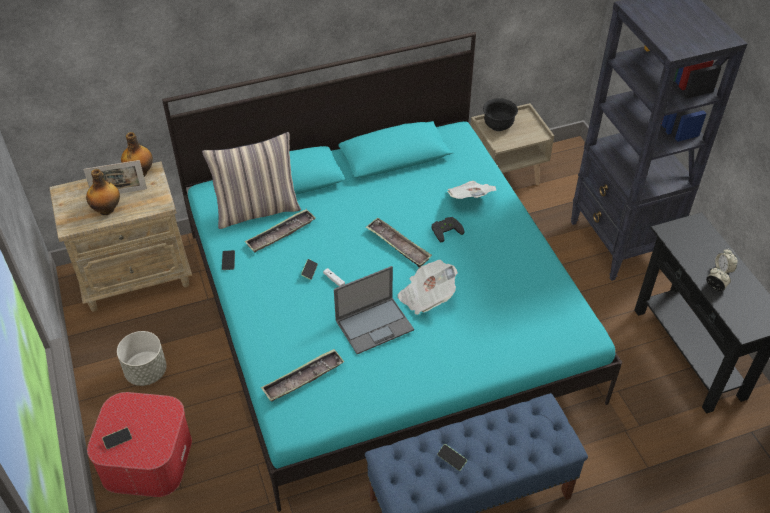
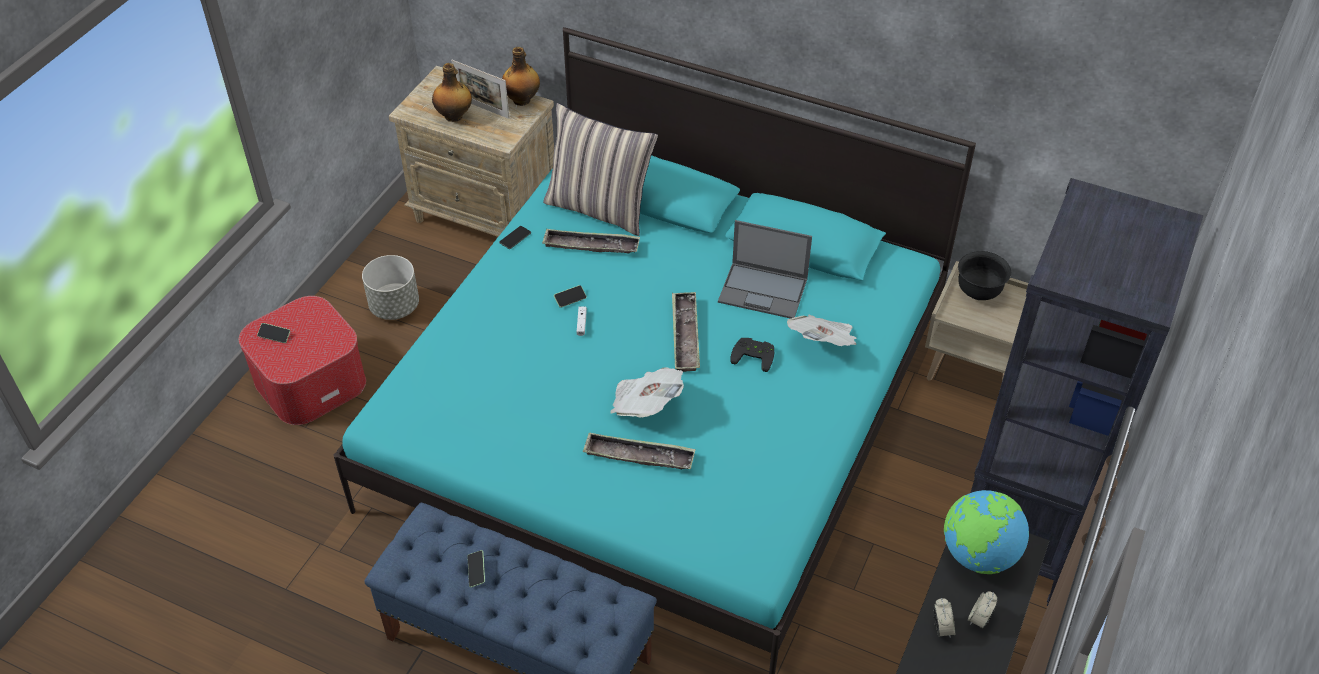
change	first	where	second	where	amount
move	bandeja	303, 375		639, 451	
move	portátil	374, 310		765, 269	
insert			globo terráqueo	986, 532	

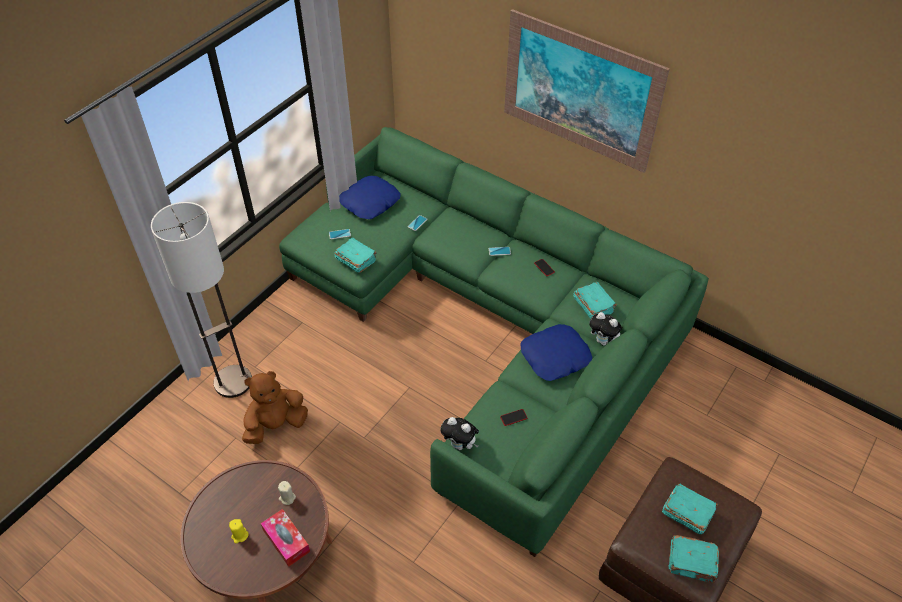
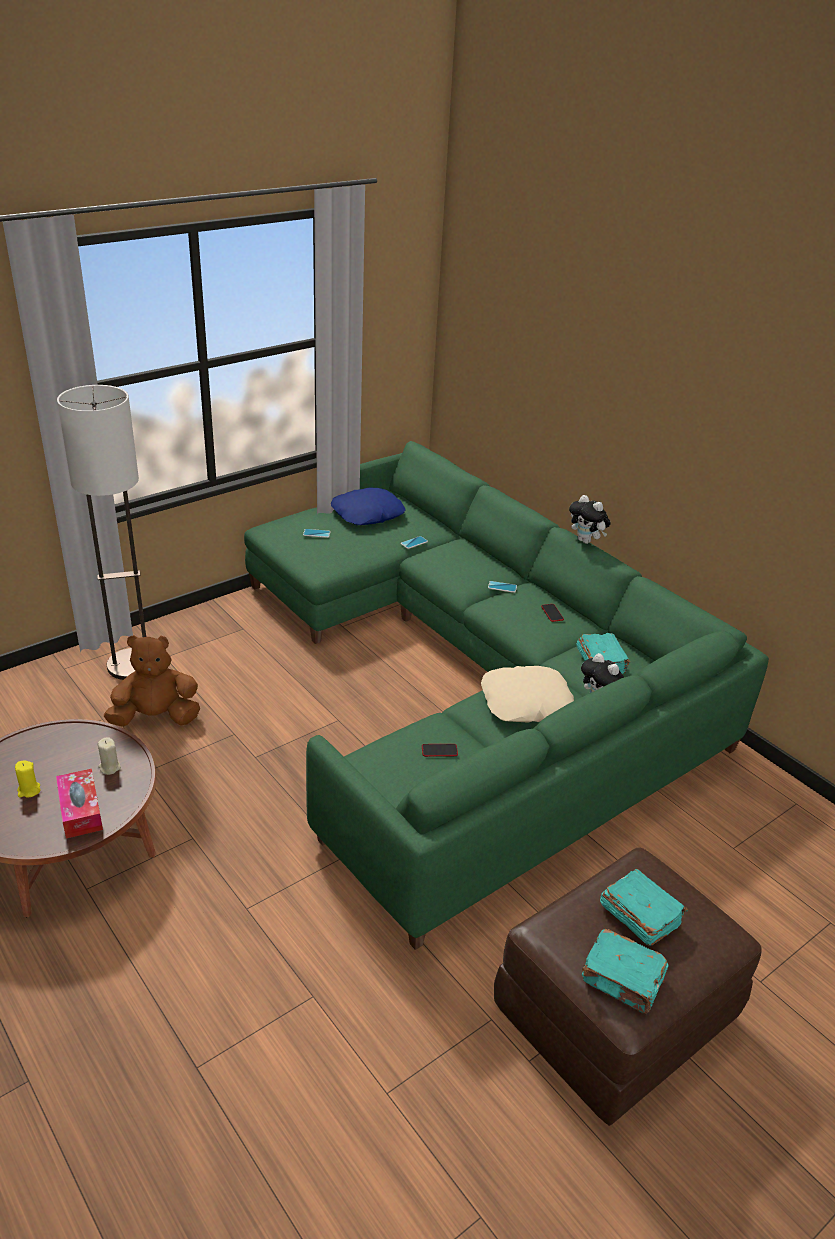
change	first	where	second	where	amount
delete	libro/turquesa	355, 255			
move	peluche	459, 433		590, 519	
delete	cuadro	587, 91			
recolor	cojín/azul	556, 352	cojín/beis	527, 694	

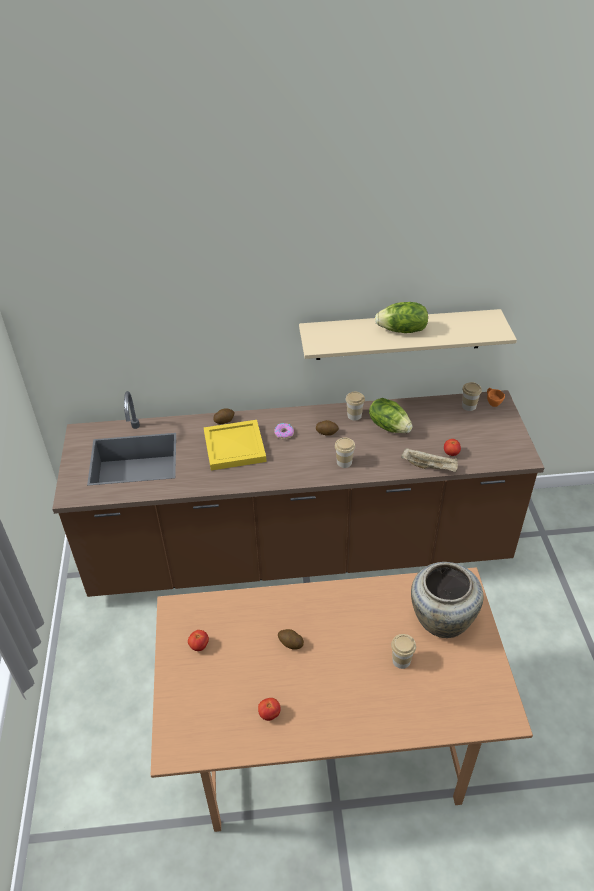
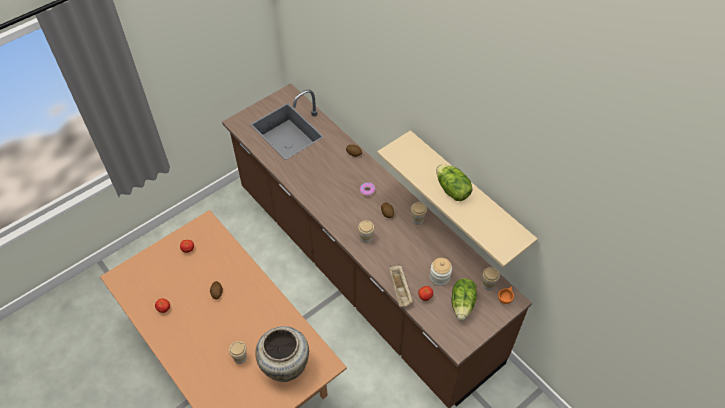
change	first	where	second	where	amount
delete	bandeja/amarillo	235, 445			
move	lechuga	391, 415		464, 299	
insert			tarro	441, 272	

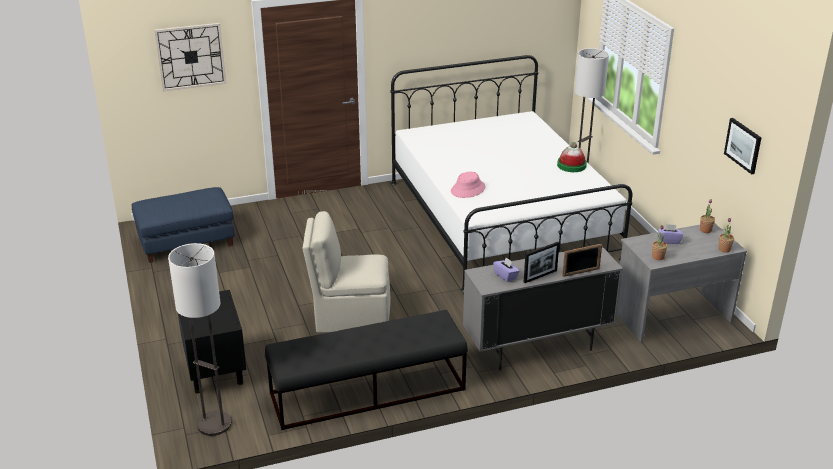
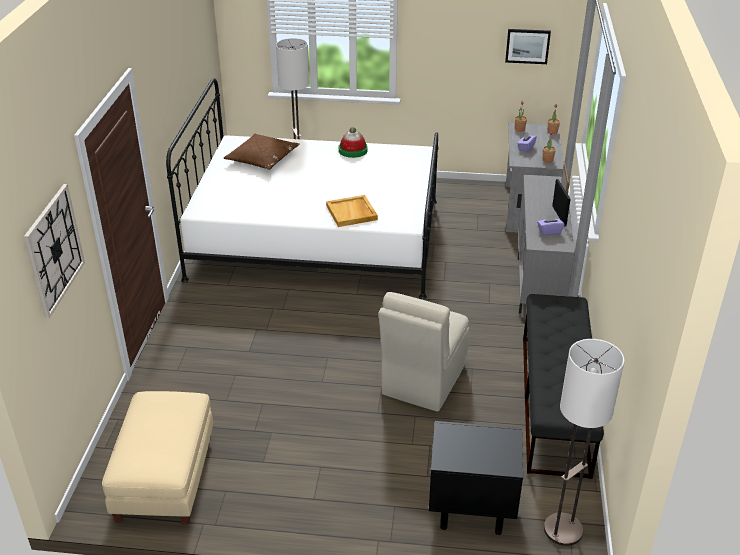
change	first	where	second	where	amount
recolor	puf/azul	183, 225	puf/beis	157, 458	
replace	sombrero/rosa	468, 185	bandeja/beis	352, 211	
insert			cojín/marrón	261, 152	

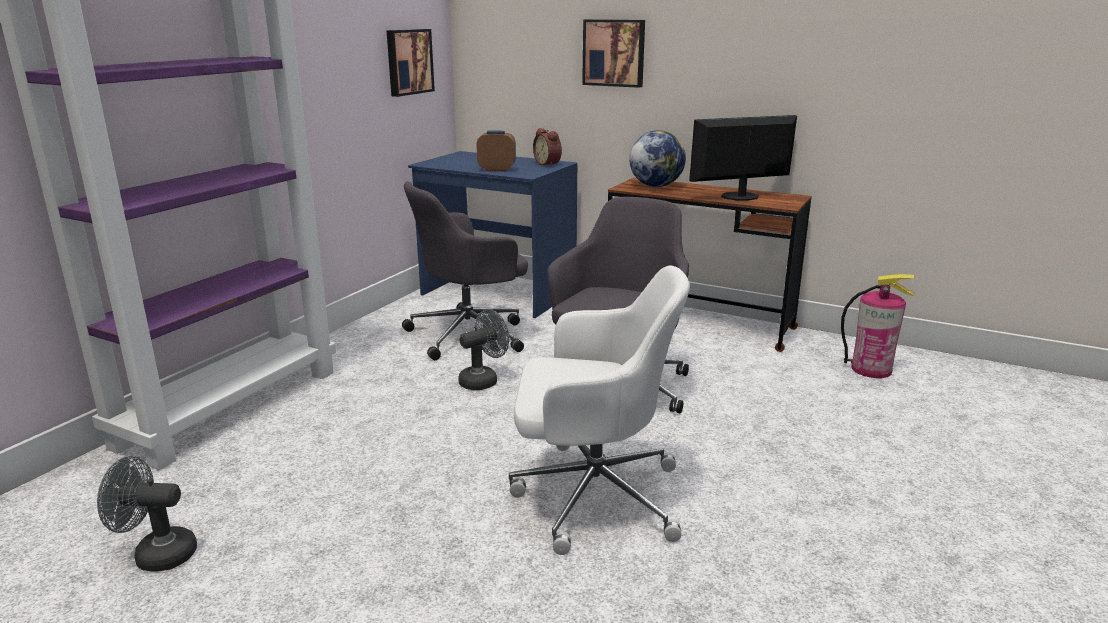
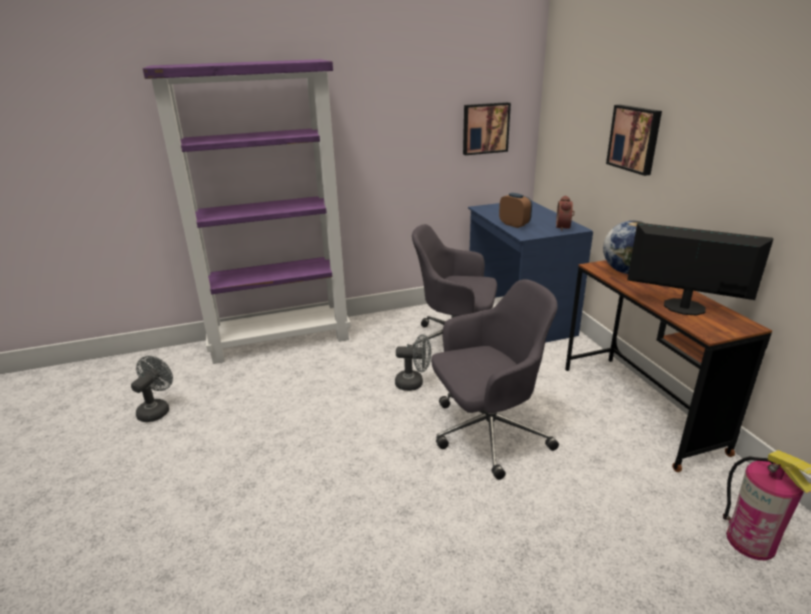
change	first	where	second	where	amount
rotate	ventilador/gris	147, 514		152, 389	60 degrees clockwise
delete	silla de oficina/blanco	599, 410			

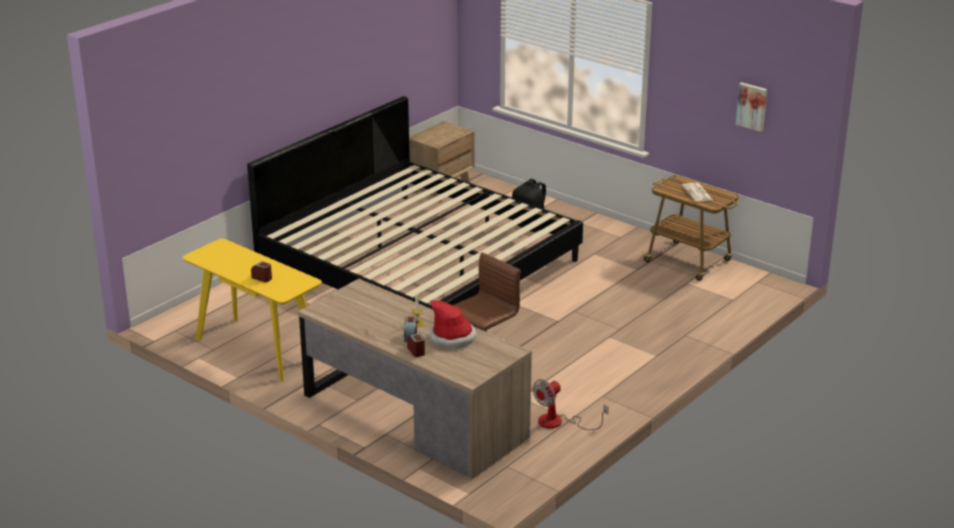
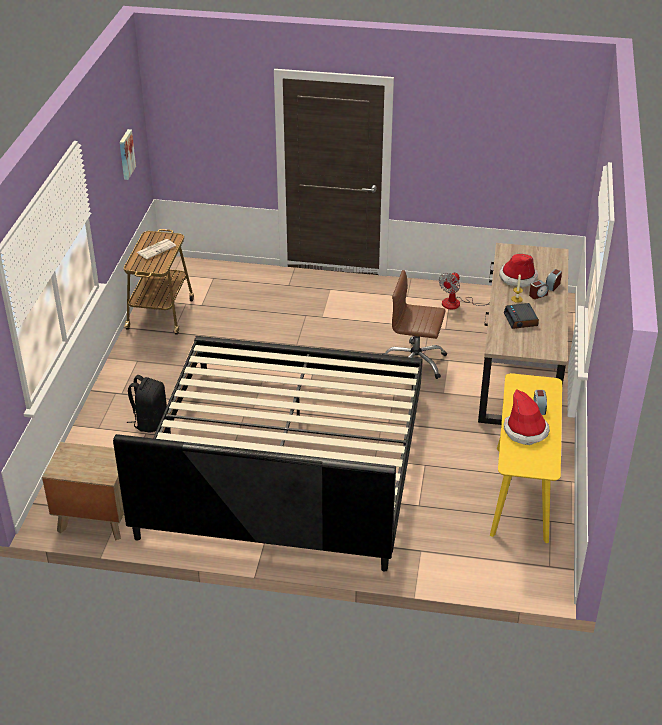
change	first	where	second	where	amount
rotate	ventilador	570, 404		464, 291	105 degrees clockwise
insert			despertador	521, 316	
insert			sombrero	527, 417	

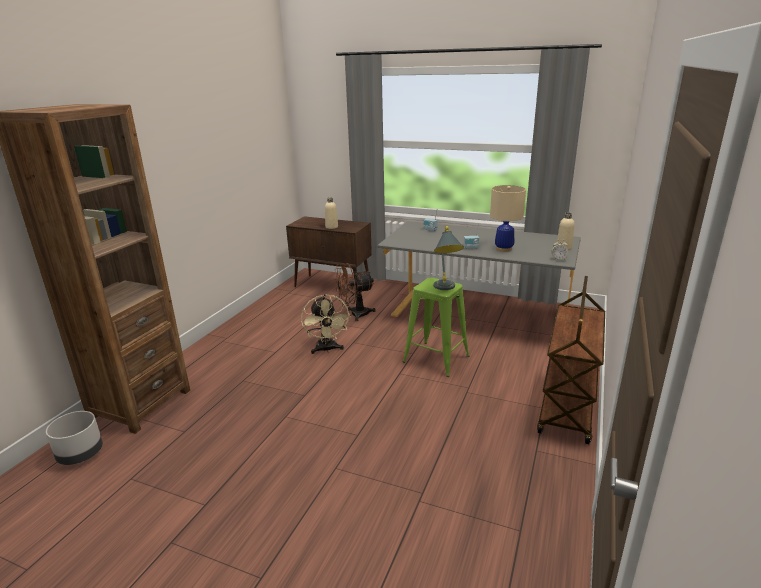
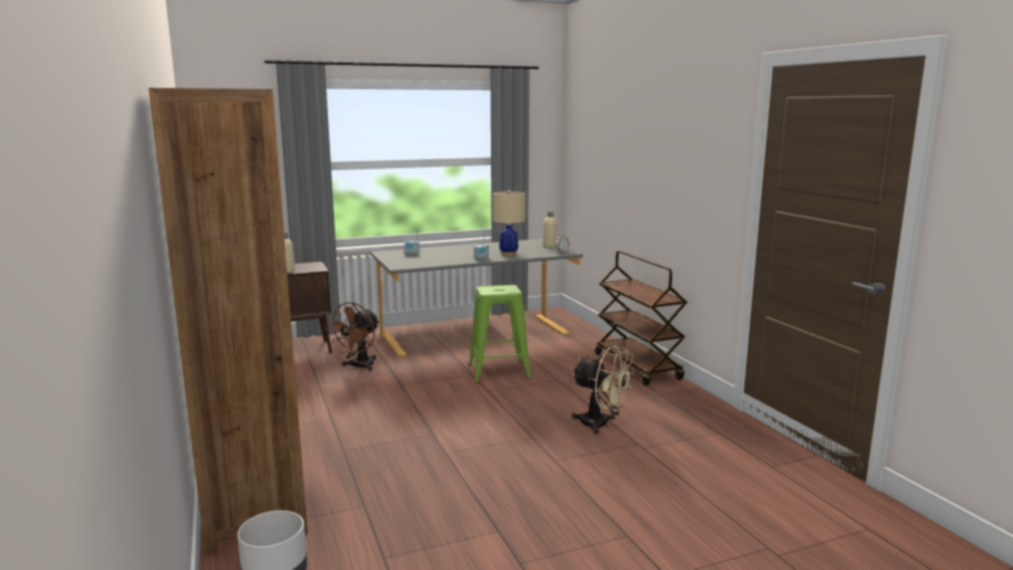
change	first	where	second	where	amount
move	ventilador/beis	325, 324		603, 390	
delete	lámpara de mesa/gris	449, 258			

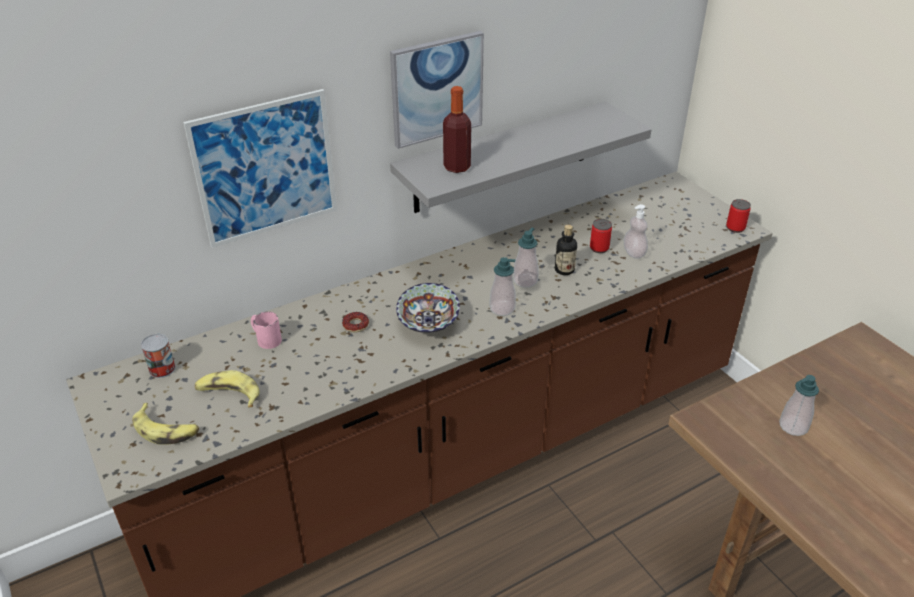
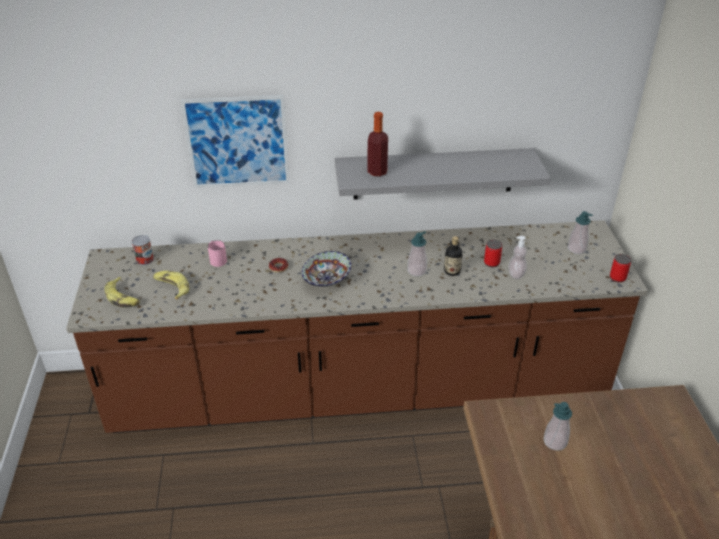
change	first	where	second	where	amount
delete	cuadro	437, 90			
move	dispensador de jabón	502, 286		580, 232	

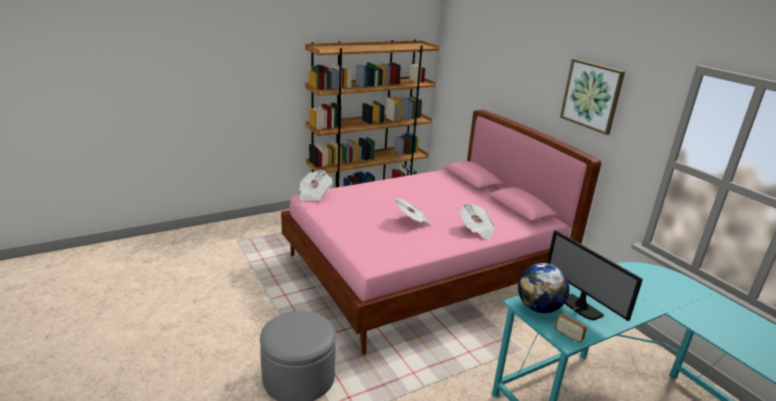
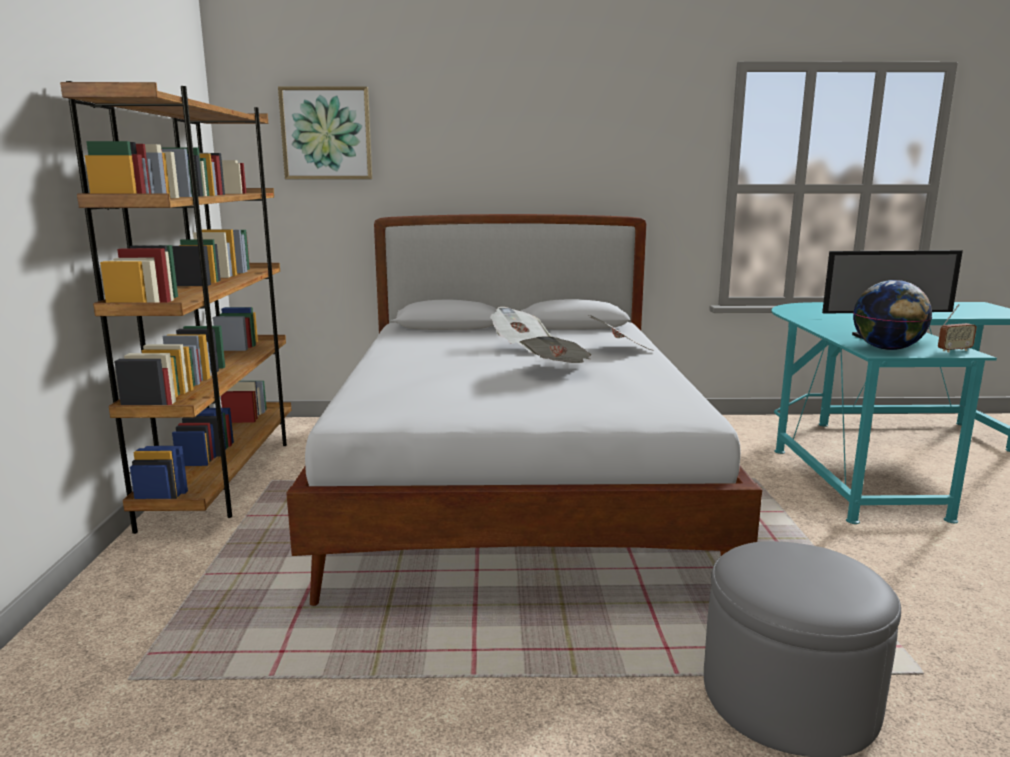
change	first	where	second	where	amount
recolor	cama/rosa	441, 232	cama/blanco	524, 410	
move	periódico	315, 185		520, 330	
move	cuadro	592, 97		325, 132	

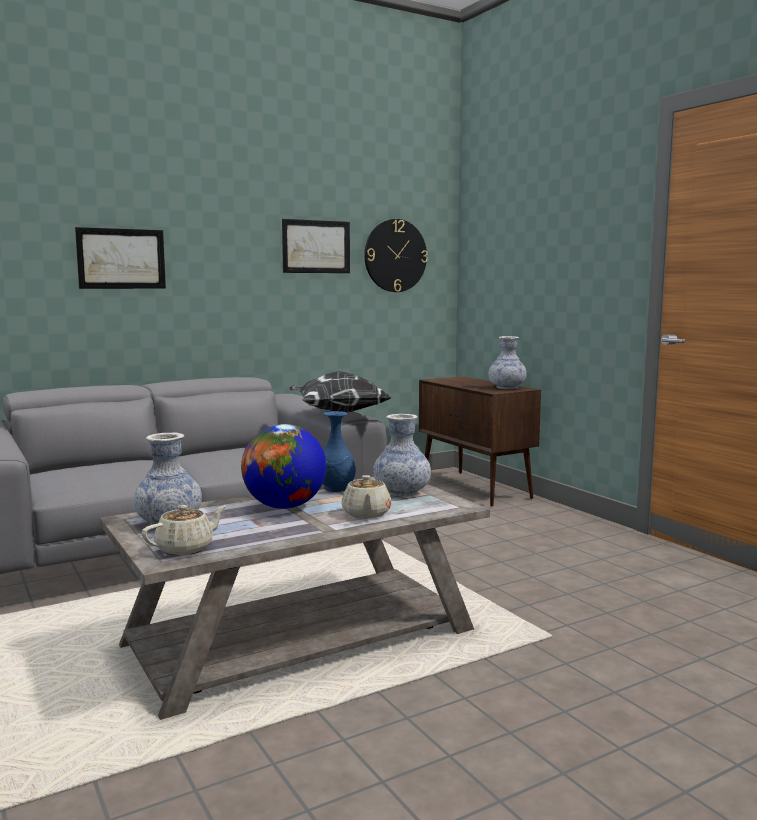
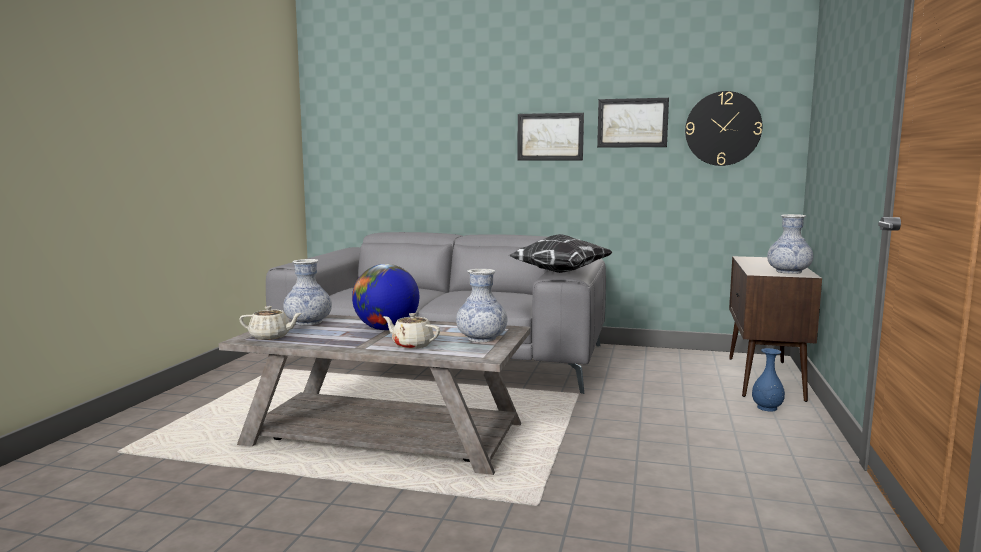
change	first	where	second	where	amount
move	cuadro	120, 258		550, 136	
move	florero/azul	339, 451		768, 380	
rotate	tetera/beis	366, 496		411, 331	75 degrees clockwise

